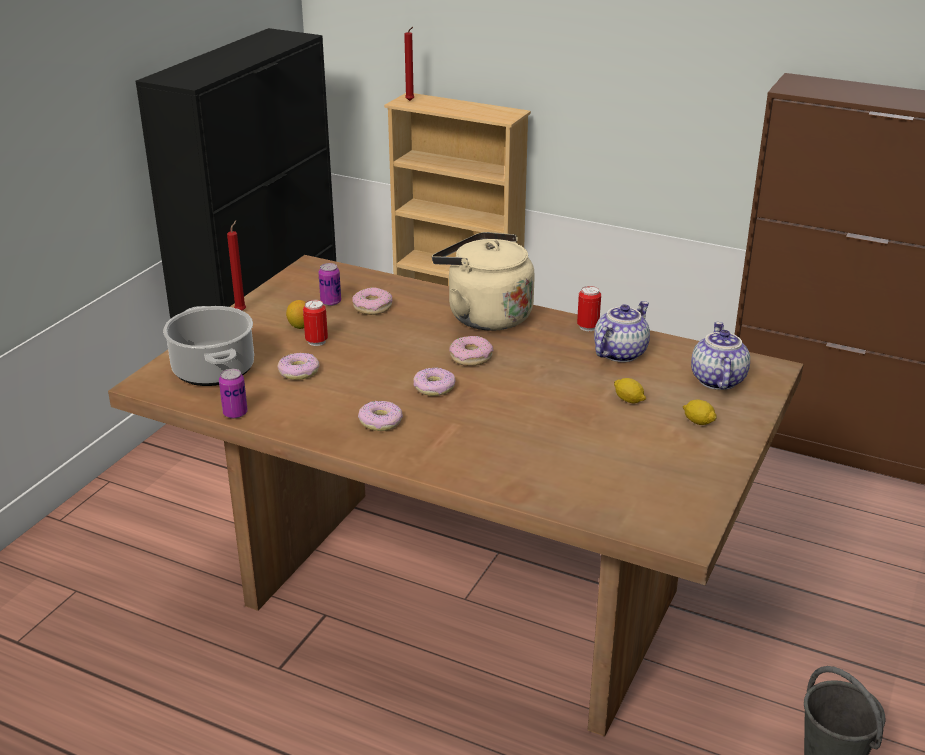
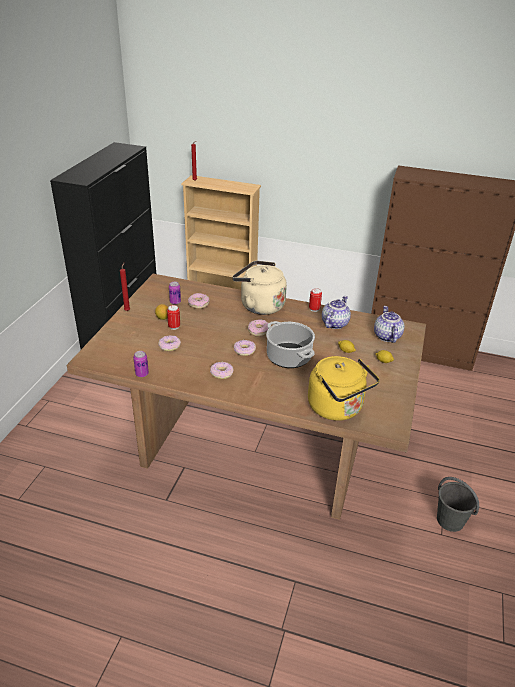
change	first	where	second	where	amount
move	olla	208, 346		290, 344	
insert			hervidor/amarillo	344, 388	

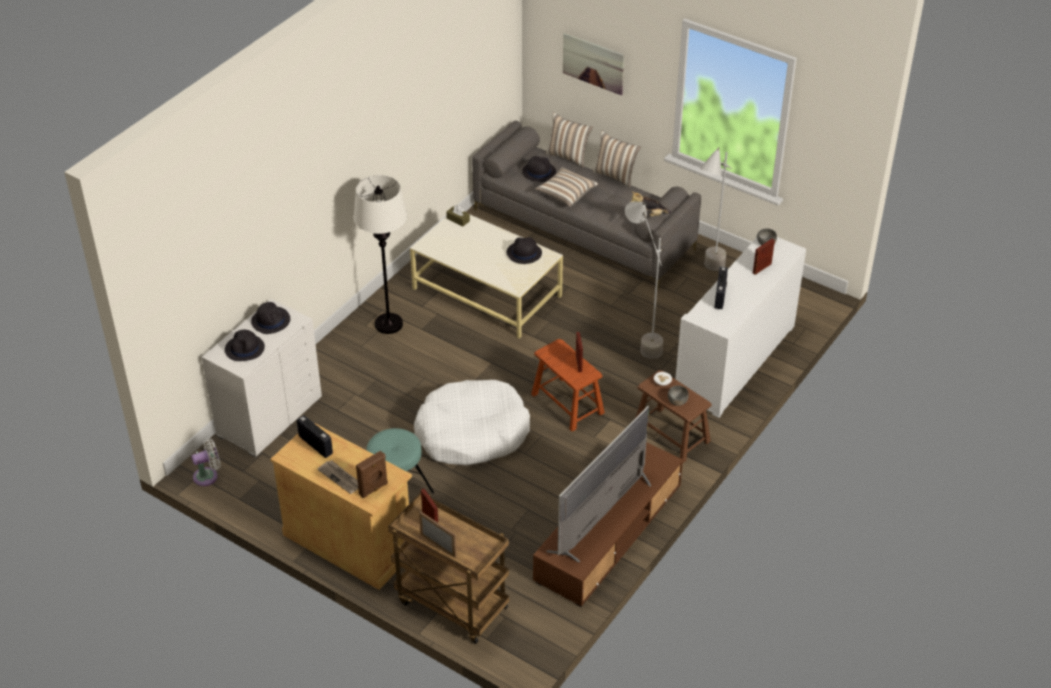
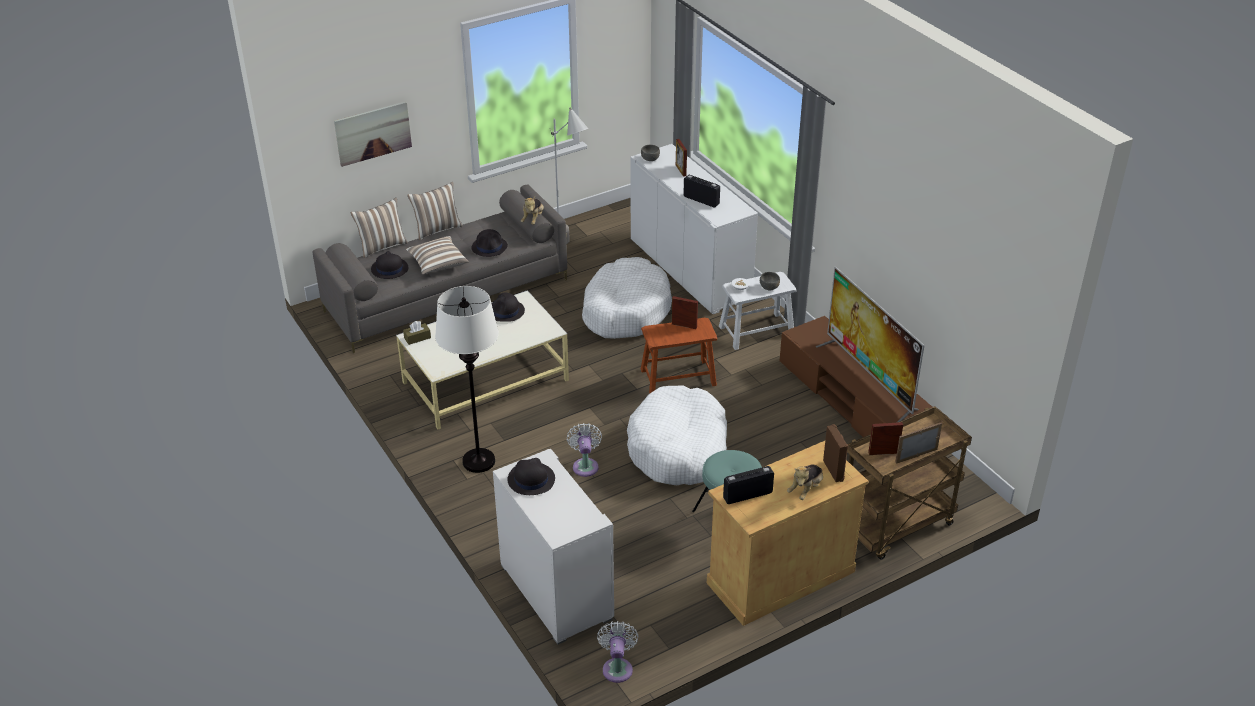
change	first	where	second	where	amount
move	sombrero/negro	245, 345		489, 243	
replace	periódico	337, 477	peluche	805, 482	
replace	lámpara de pie/gris	645, 280	cama para perro/blanco	627, 298	
recolor	taburete/marrón	674, 416	taburete/blanco	758, 311	
insert			ventilador/blanco	584, 450	

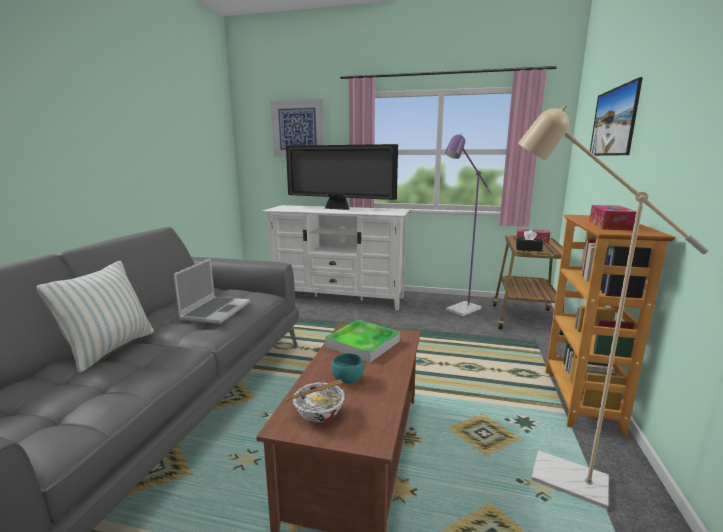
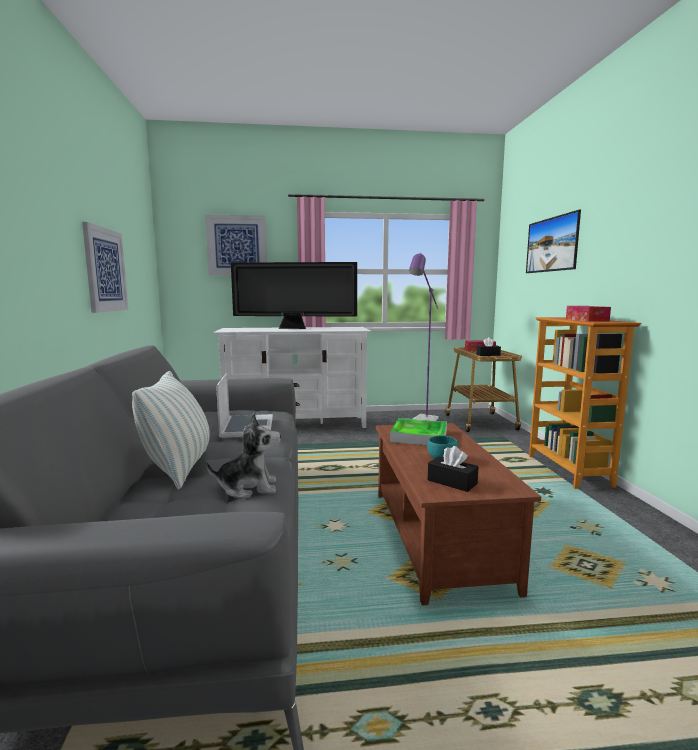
change	first	where	second	where	amount
replace	cuenco	314, 401	caja de pañuelos/negro	453, 469	
delete	lámpara de pie/beis	613, 307			
insert			cuadro	105, 267	
insert			peluche	243, 455	

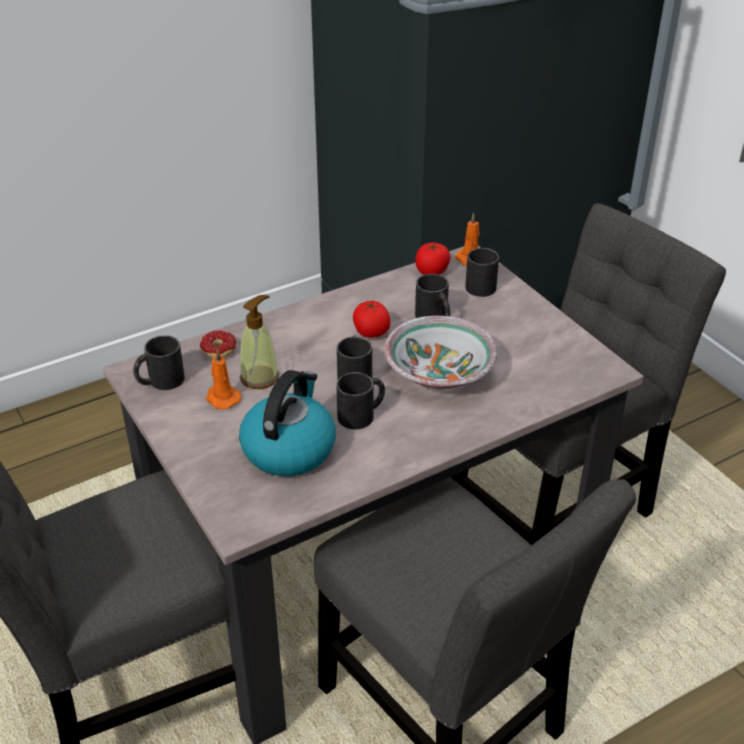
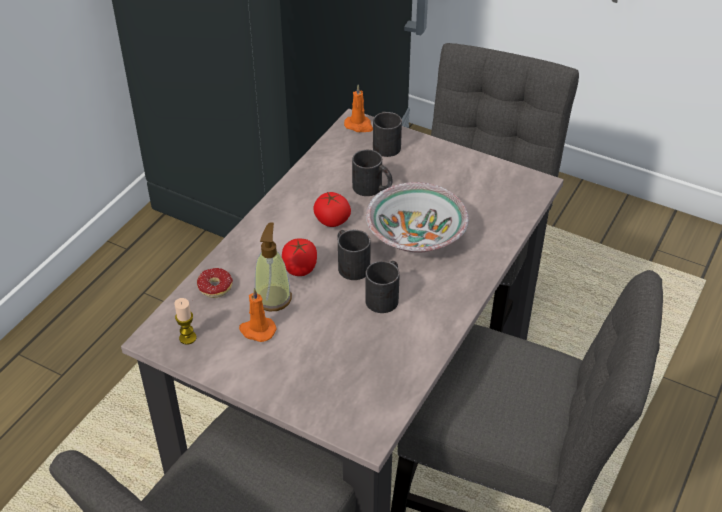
change	first	where	second	where	amount
replace	taza grande/negro	159, 362	vela	186, 321	
delete	hervidor	287, 423			
move	tomate	433, 258		299, 257	

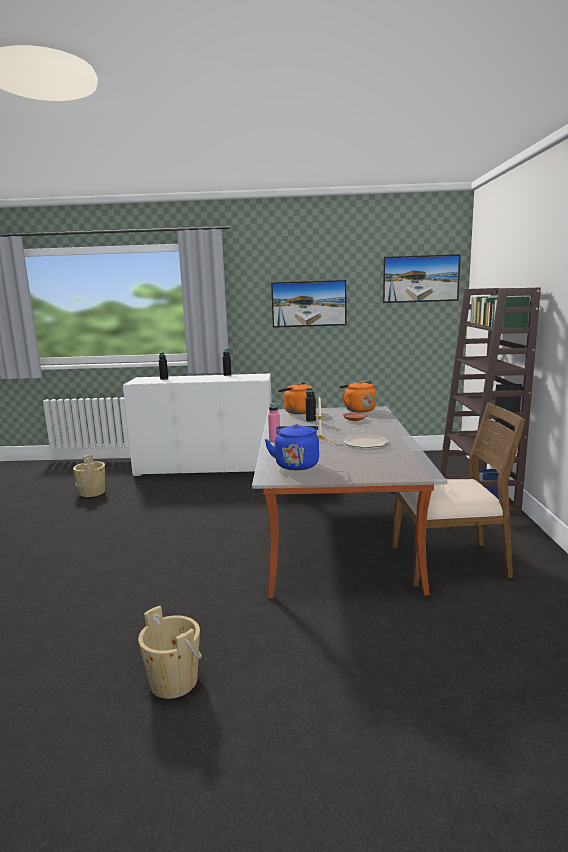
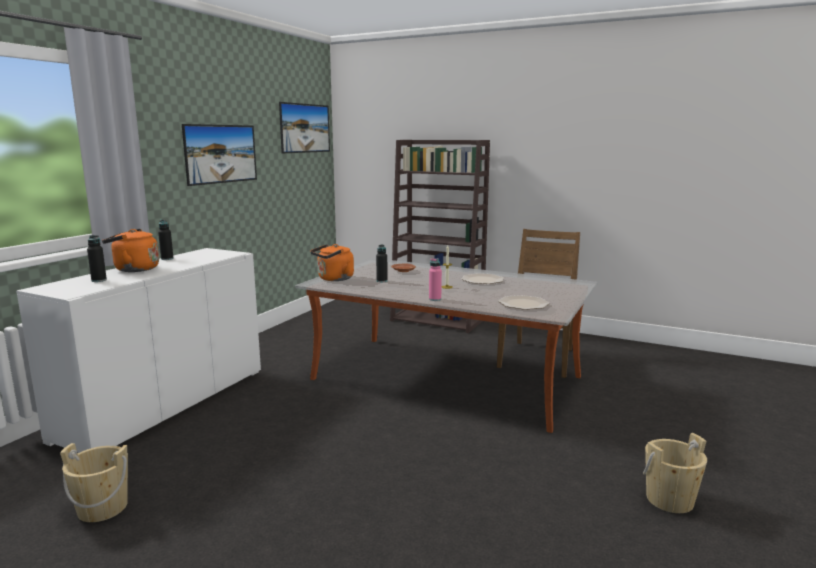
change	first	where	second	where	amount
replace	hervidor/azul	292, 447	plato	524, 302	
move	hervidor/naranja	358, 396		130, 250	

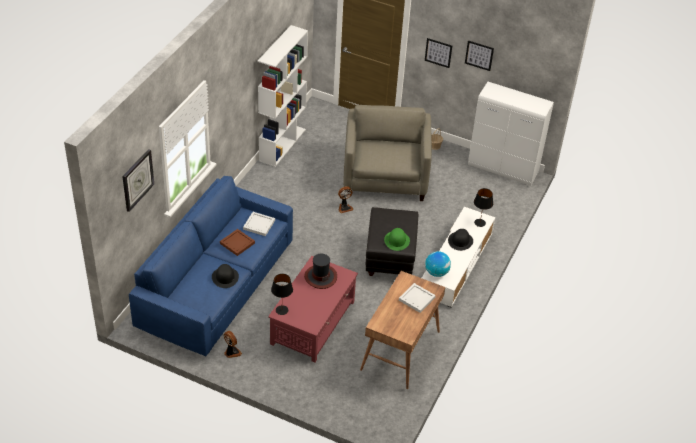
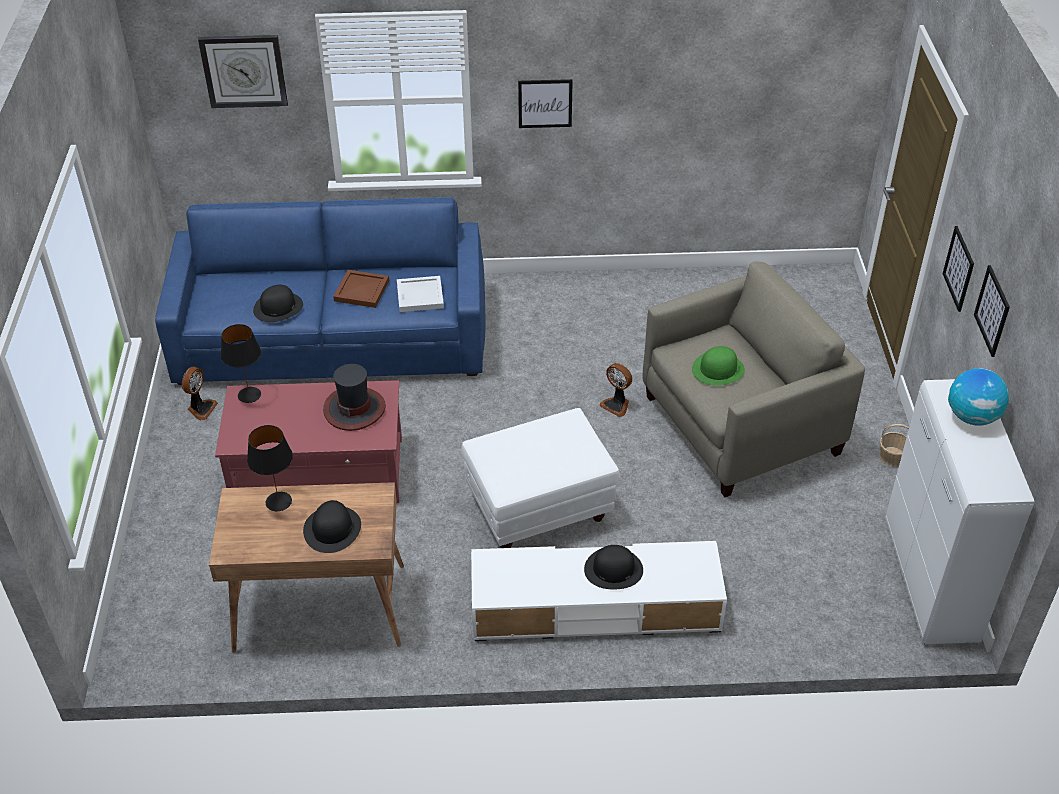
change	first	where	second	where	amount
delete	estantería/blanco	283, 96			
recolor	puf/negro	392, 241	puf/blanco	540, 478	
move	sombrero/verde	397, 239		718, 365	
replace	bandeja/blanco	417, 298	sombrero/negro	332, 526	
move	globo terráqueo	438, 264		978, 397	
move	lámpara de mesa/negro	483, 207		270, 468	
insert			cuadro	545, 103	

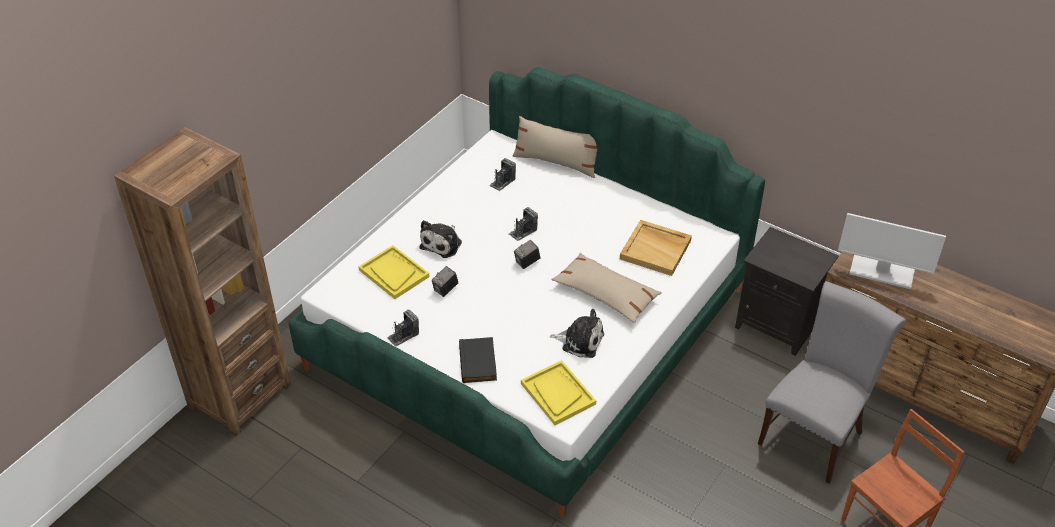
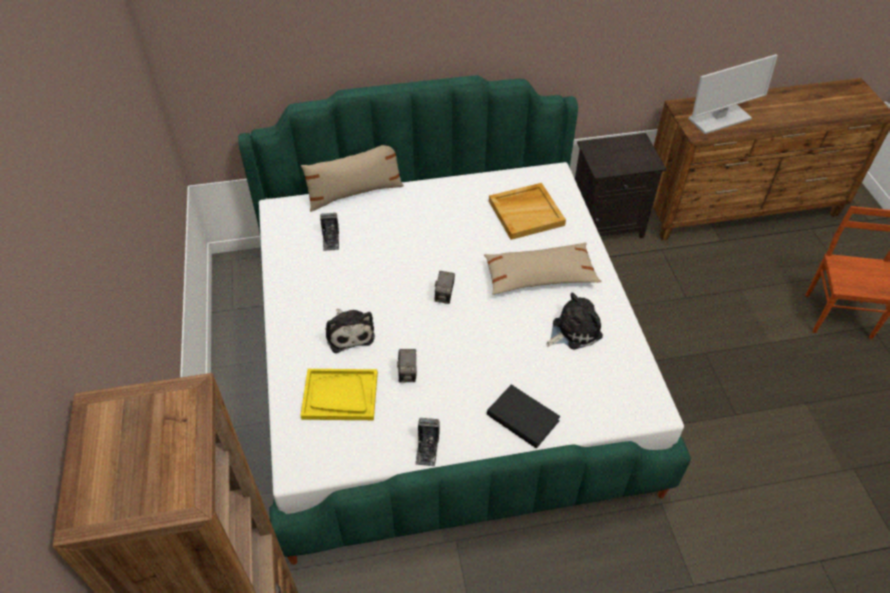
change	first	where	second	where	amount
delete	cámara	523, 224			
delete	bandeja/amarillo	558, 392			
delete	silla/gris	832, 382			

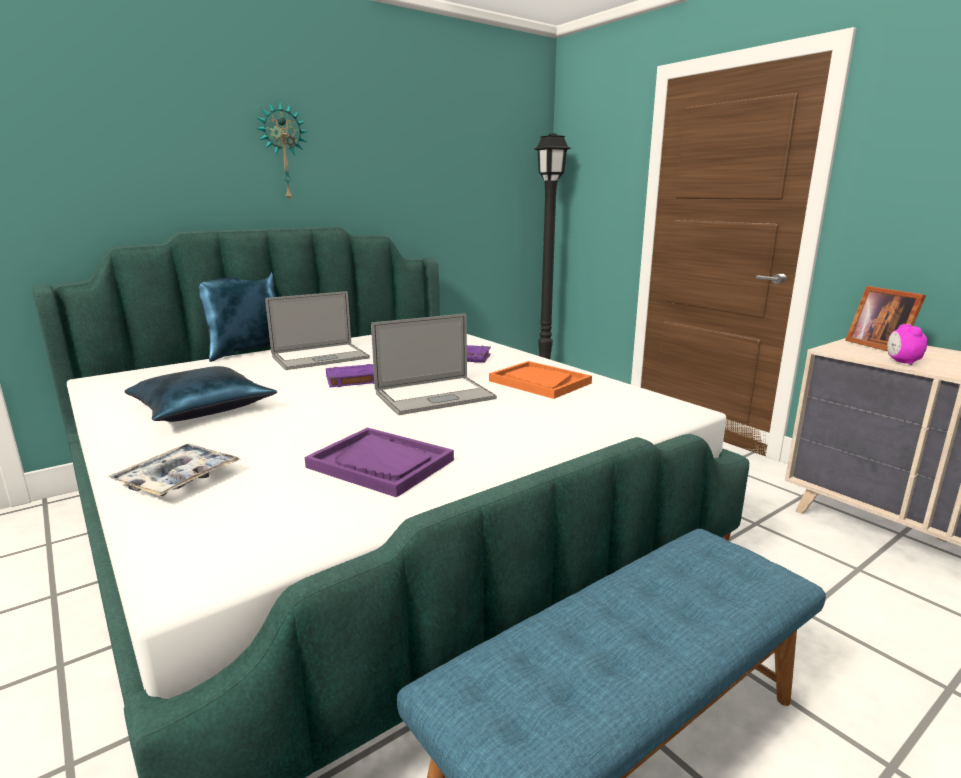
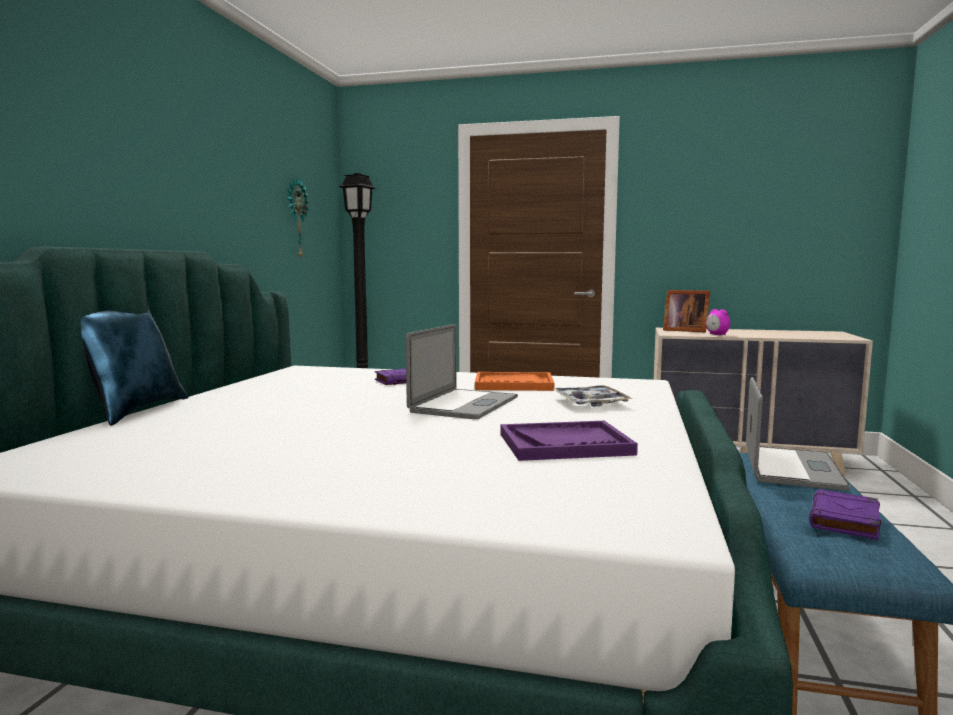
change	first	where	second	where	amount
move	bandeja	174, 469		593, 396	
delete	cojín/azul	201, 394			
move	reloj de pared	282, 151		298, 217	
move	portátil	317, 330		798, 434	
move	libro/morado	350, 375		845, 514	

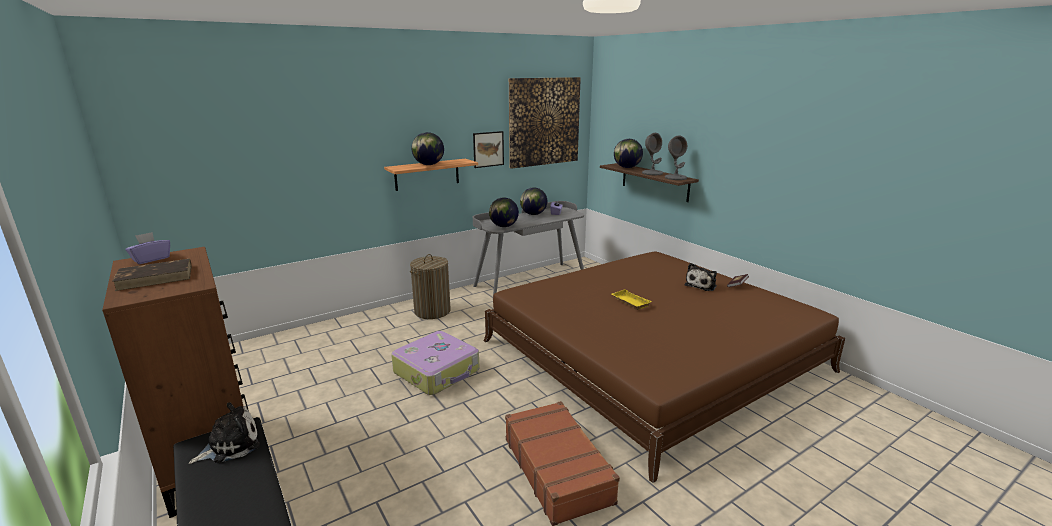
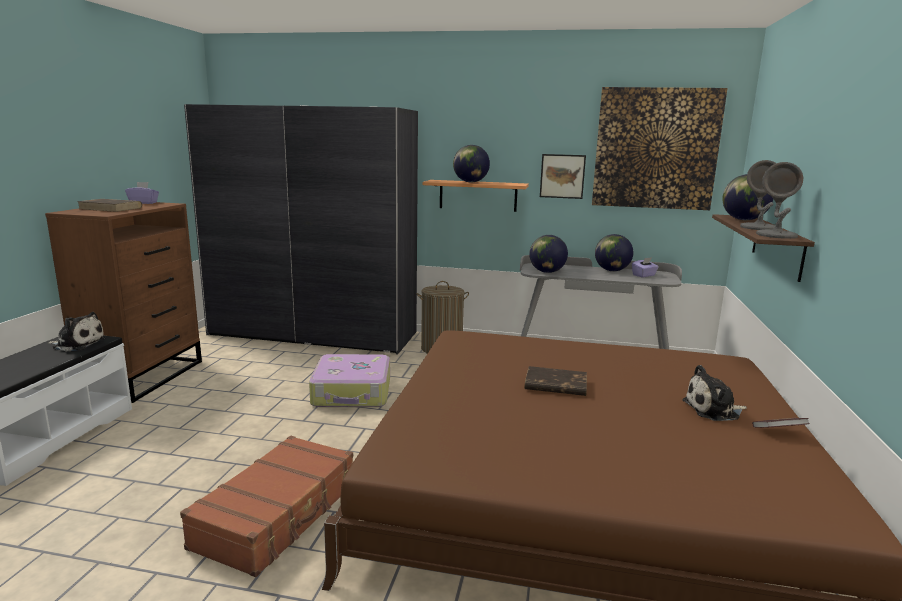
change	first	where	second	where	amount
replace	bandeja/amarillo	631, 299	libro/marrón	556, 381	
insert			armario ropero/gris	301, 229	

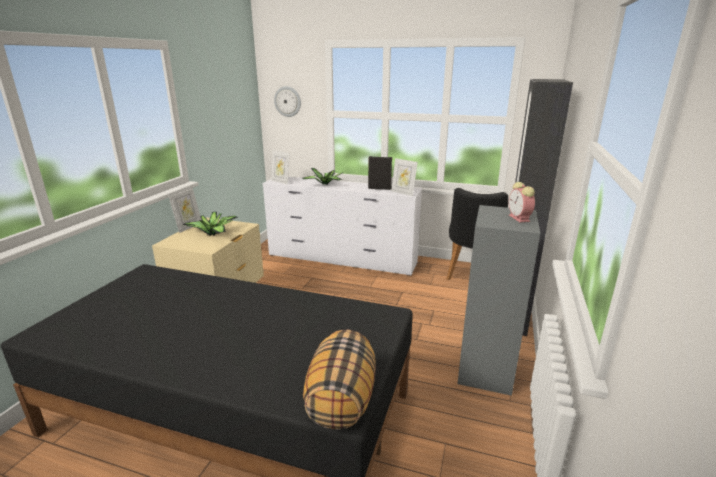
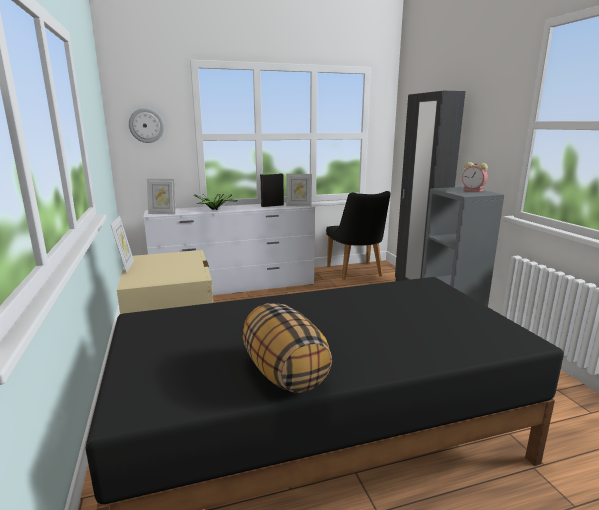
change	first	where	second	where	amount
delete	planta en maceta	210, 224			
move	cojín	339, 379		287, 348	

